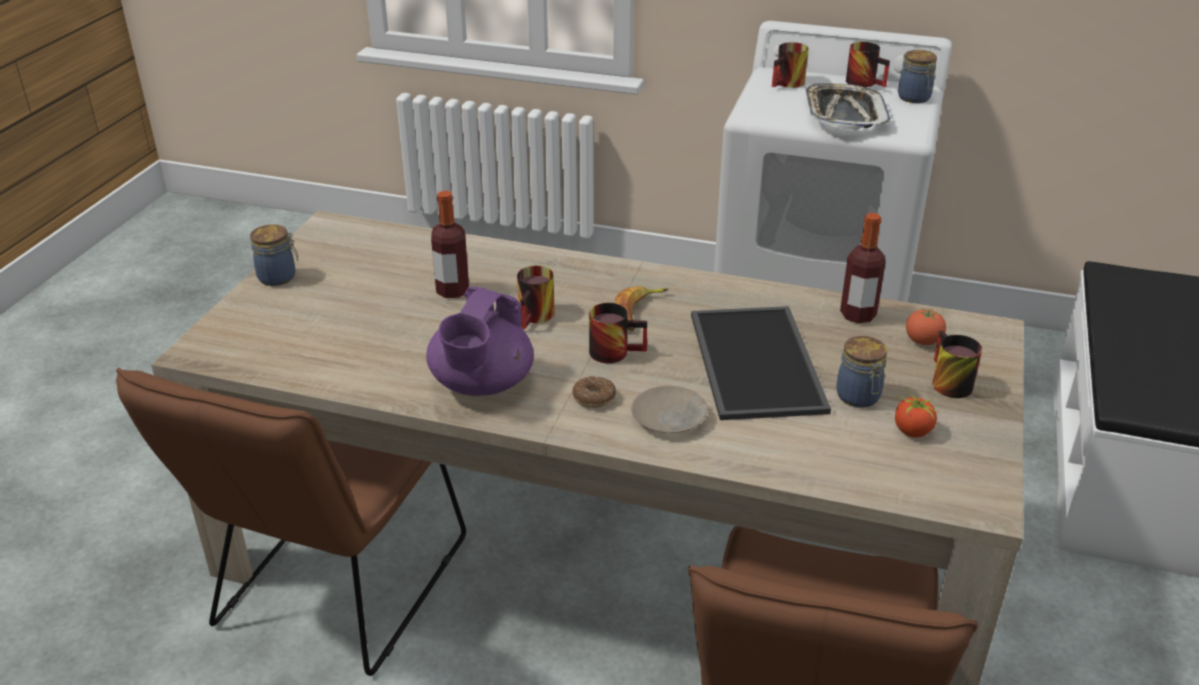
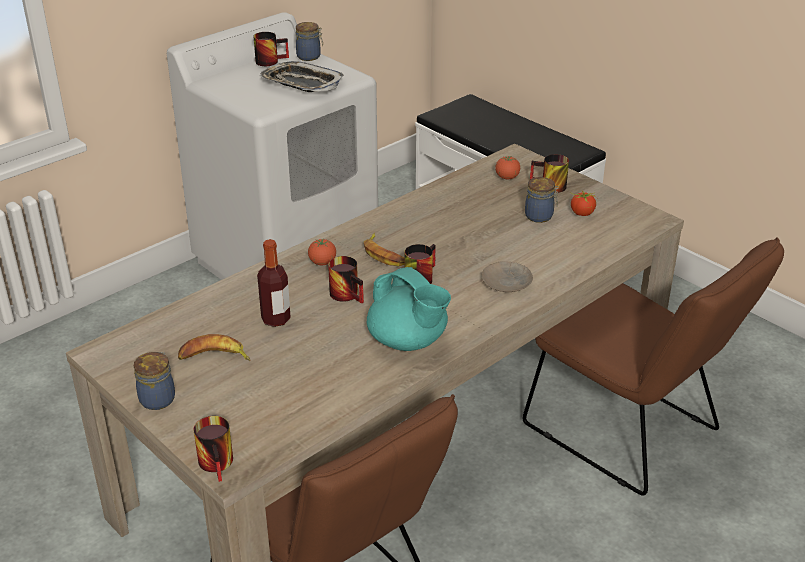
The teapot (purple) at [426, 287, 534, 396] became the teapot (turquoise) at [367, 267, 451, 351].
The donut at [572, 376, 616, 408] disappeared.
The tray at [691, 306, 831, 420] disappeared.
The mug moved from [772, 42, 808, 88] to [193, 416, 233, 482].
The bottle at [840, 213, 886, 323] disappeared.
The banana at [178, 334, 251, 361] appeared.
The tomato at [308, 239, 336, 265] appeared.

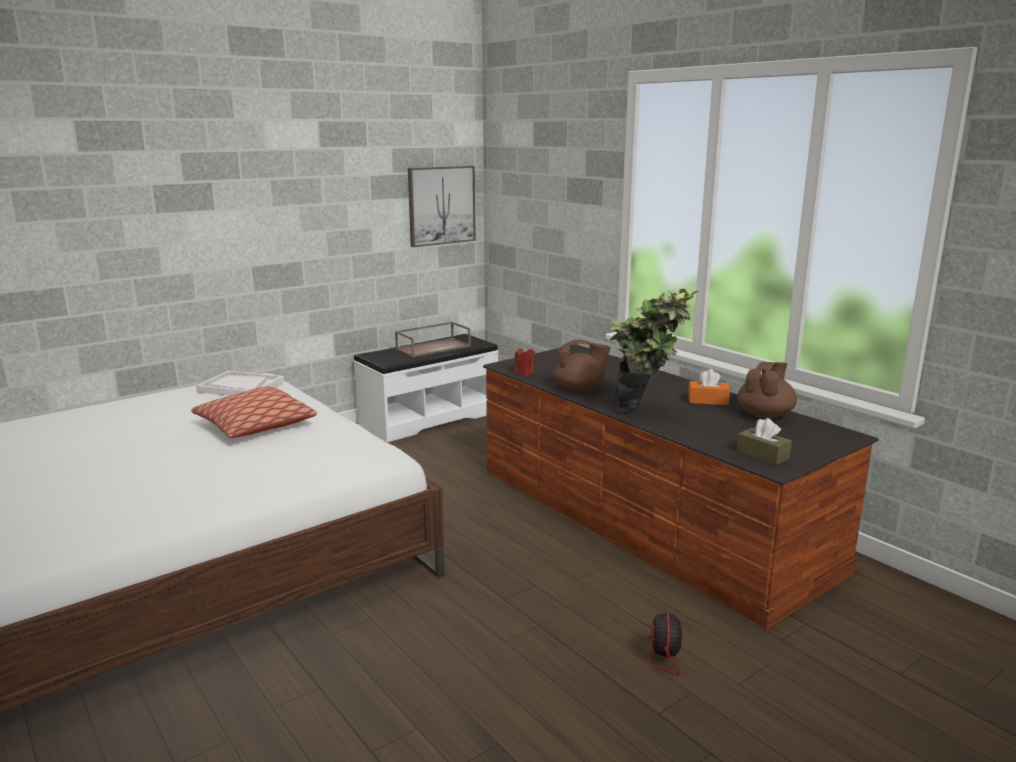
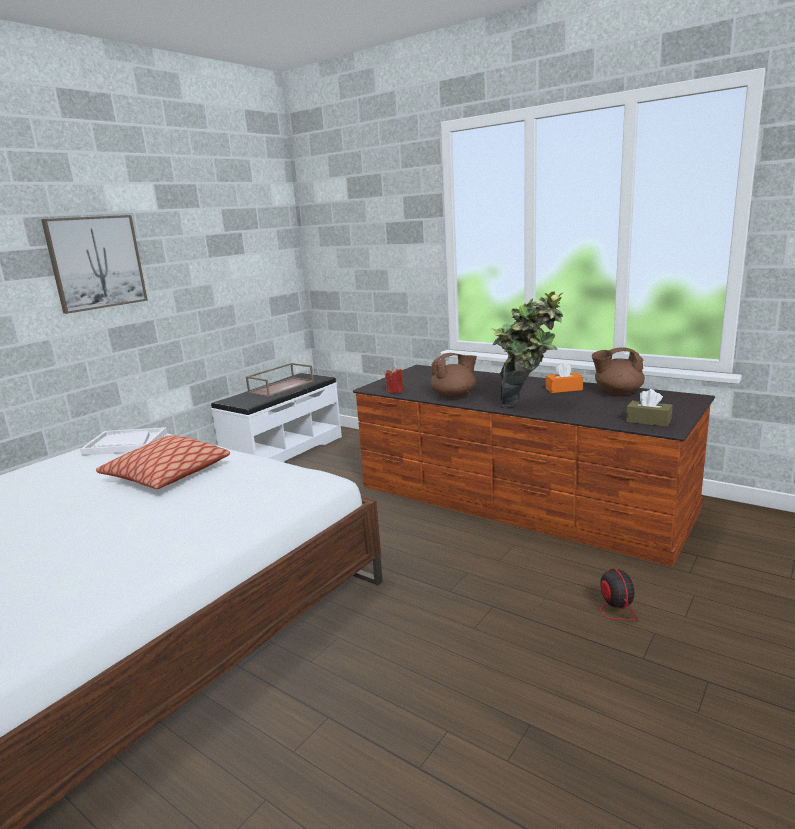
The picture moved from [408, 166, 476, 247] to [41, 215, 148, 314].
The teapot (brown) at [737, 362, 797, 419] turned 105 degrees counterclockwise.

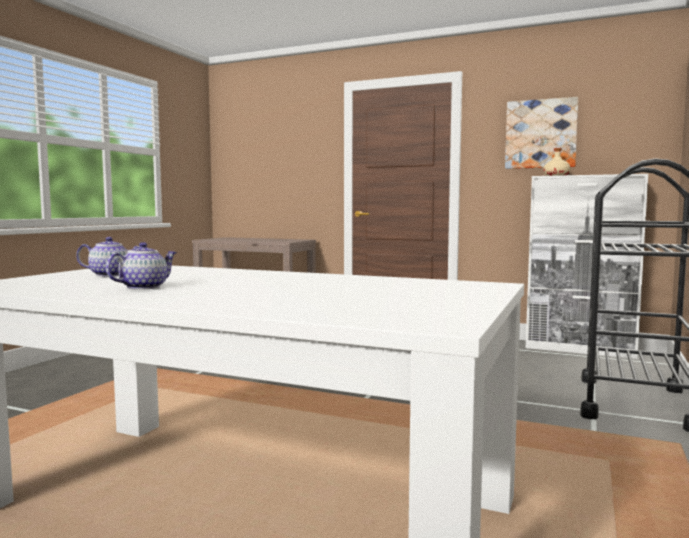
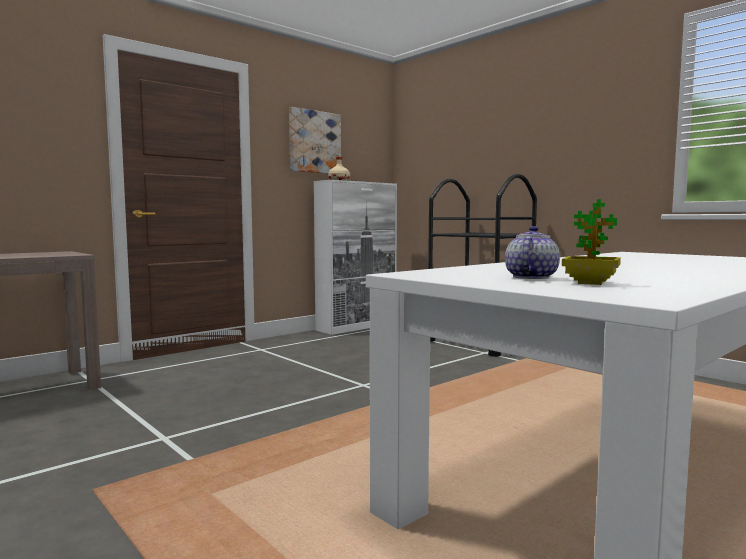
The teapot at [106, 242, 177, 290] disappeared.
The potted plant at [562, 199, 621, 285] appeared.

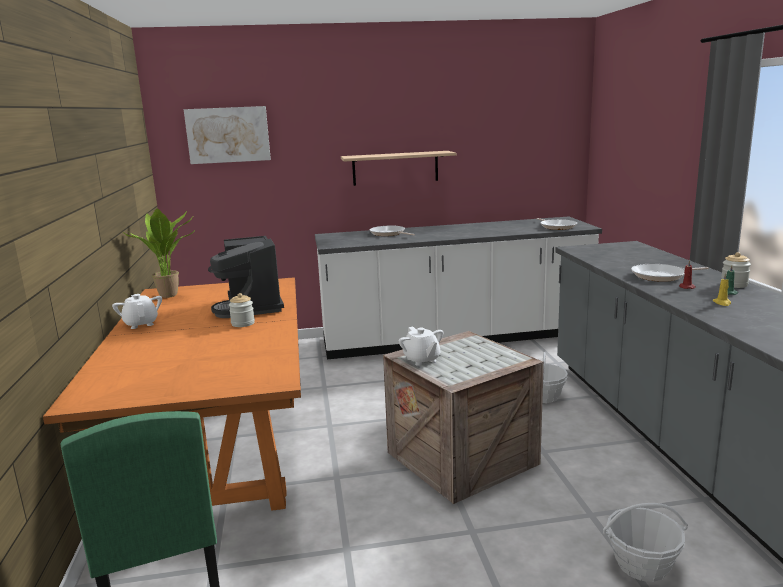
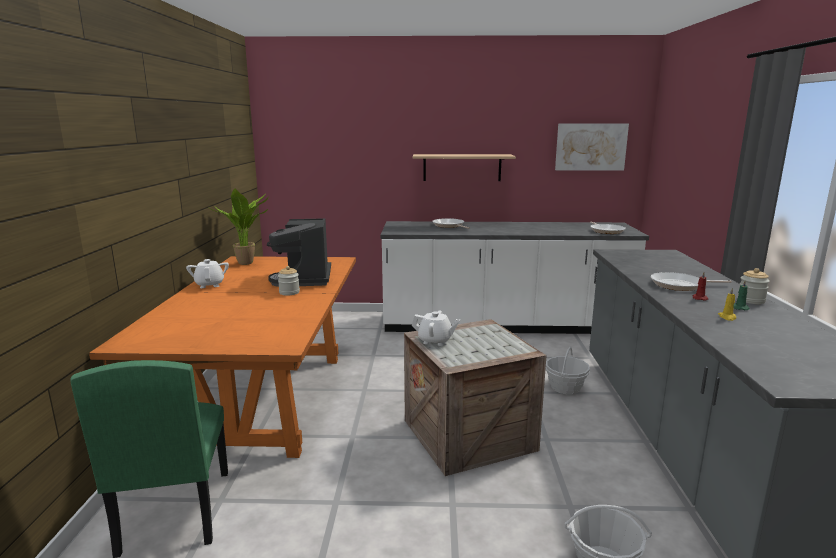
The picture moved from [184, 106, 271, 164] to [555, 123, 629, 171].
The teapot (white) at [399, 327, 443, 366] turned 60 degrees counterclockwise.

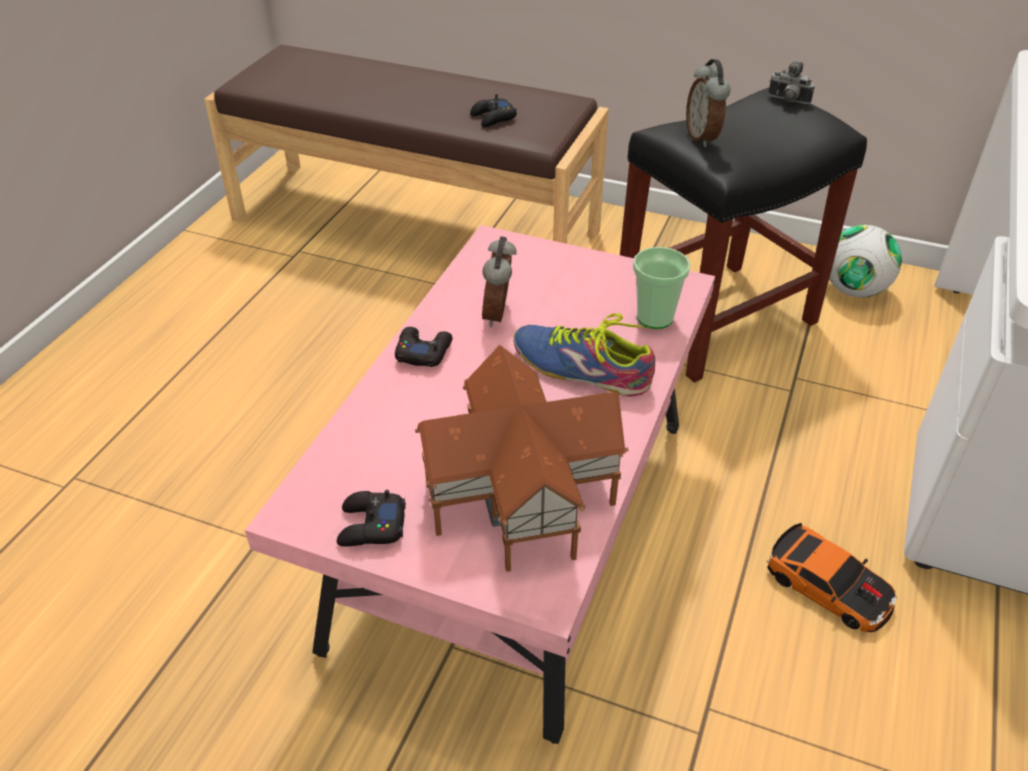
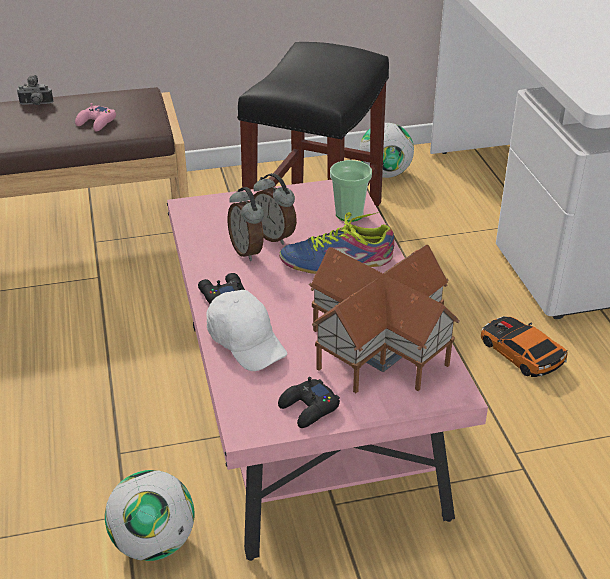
The game controller (black) at [470, 94, 517, 127] became the game controller (pink) at [75, 103, 116, 131].
The alarm clock moved from [686, 59, 731, 147] to [253, 173, 297, 245].
The toy car at [766, 523, 897, 632] turned 135 degrees counterclockwise.
The photo camera moved from [768, 62, 815, 104] to [17, 75, 53, 105].
The football at [105, 470, 194, 561] appeared.
The cap (white) at [206, 290, 287, 371] appeared.

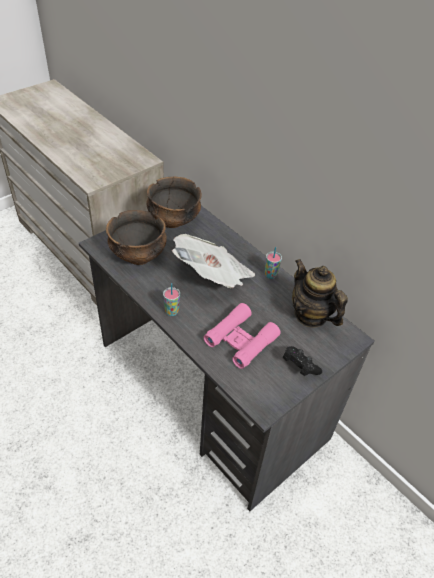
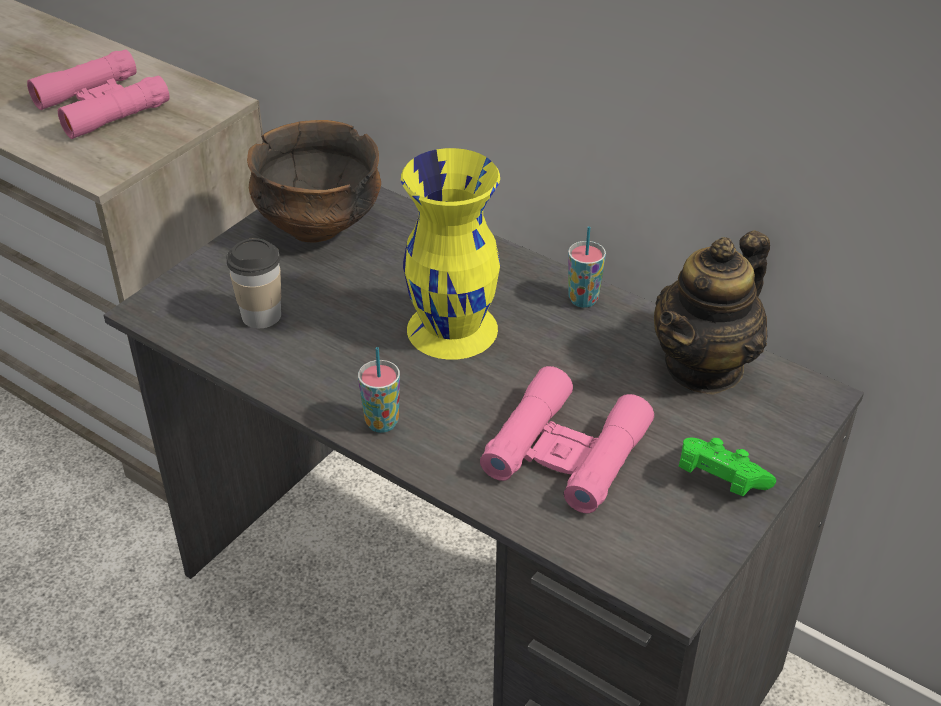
The bowl at [106, 210, 167, 265] was replaced by the cup at [226, 238, 281, 328].
The newspaper at [172, 234, 255, 288] was replaced by the vase (yellow) at [401, 148, 500, 360].
The game controller (black) at [283, 346, 322, 376] became the game controller (green) at [679, 438, 776, 496].
The teapot at [292, 259, 348, 328] turned 90 degrees counterclockwise.
The binoculars (pink) at [27, 49, 170, 139] appeared.

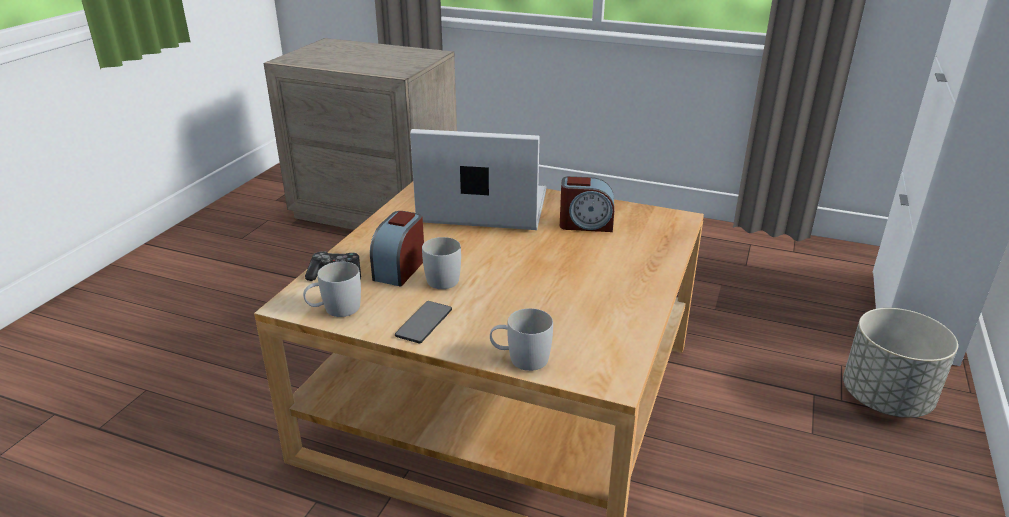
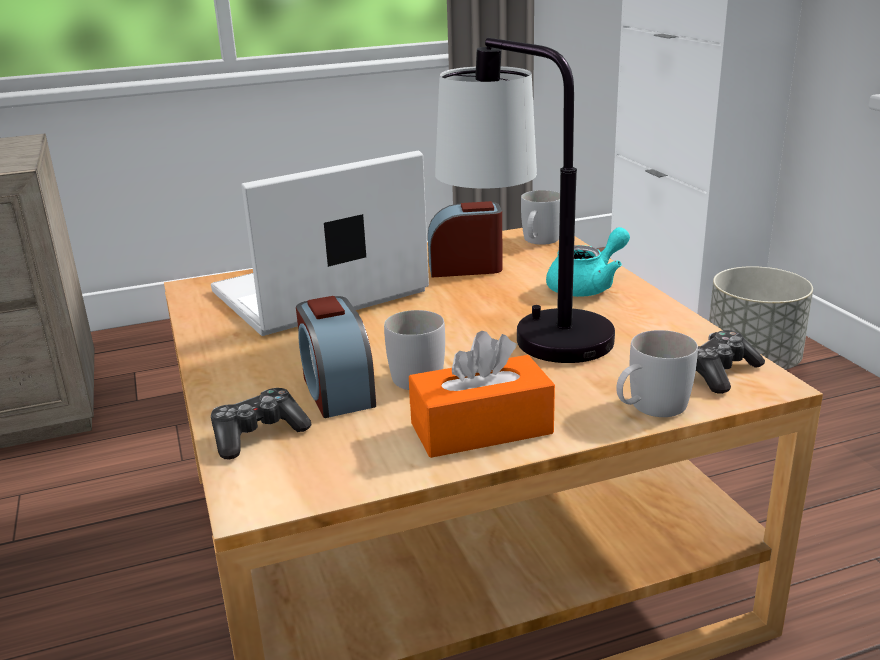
The mug (white) moved from [303, 261, 361, 317] to [521, 190, 560, 245].
The phone at [395, 301, 452, 344] was replaced by the tissue box (orange) at [409, 331, 555, 458].
The alarm clock at [560, 176, 614, 232] turned 150 degrees counterclockwise.
The table lamp at [435, 38, 615, 363] appeared.
The teapot (turquoise) at [546, 227, 630, 297] appeared.
The game controller at [696, 330, 765, 394] appeared.

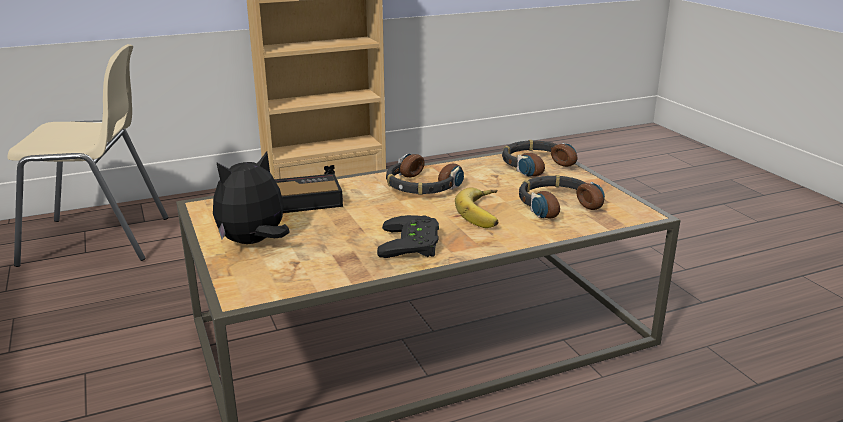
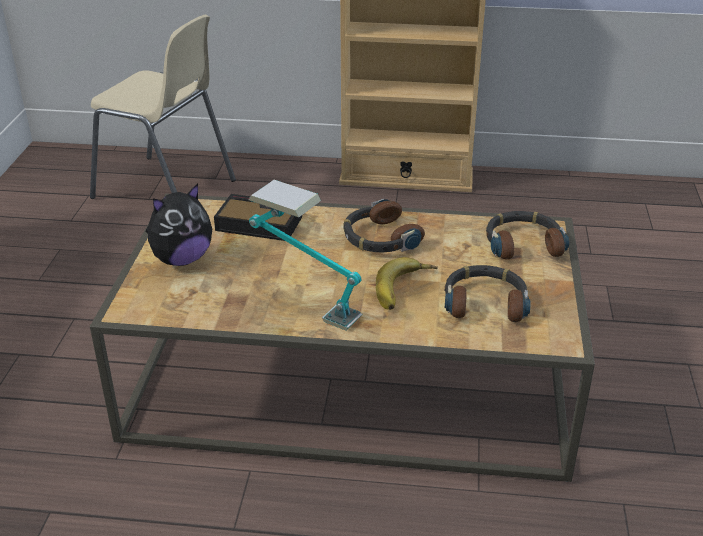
The plush toy at [213, 151, 290, 244] turned 150 degrees clockwise.
The game controller (black) at [377, 215, 439, 258] was replaced by the table lamp at [249, 180, 362, 331].

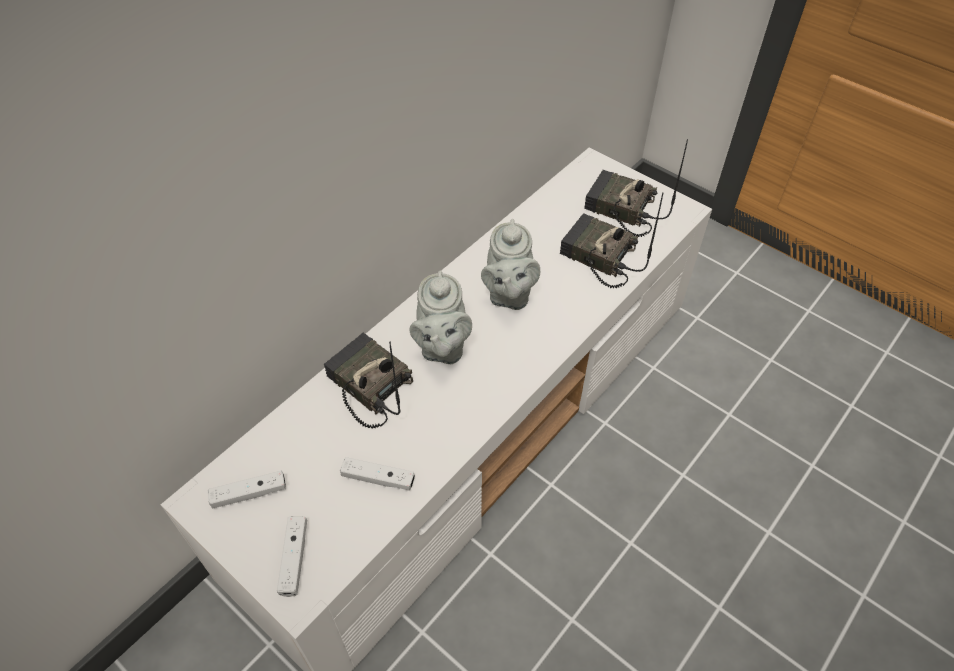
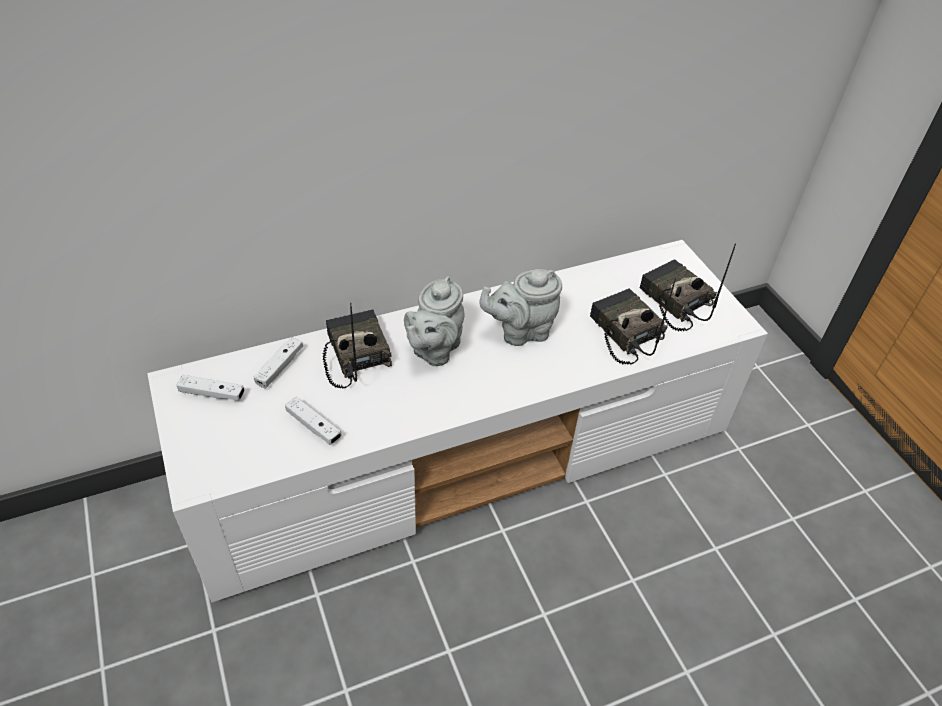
The game controller (white) moved from [277, 516, 307, 597] to [253, 337, 303, 389].
The teapot (grey) at [481, 219, 540, 310] turned 45 degrees clockwise.

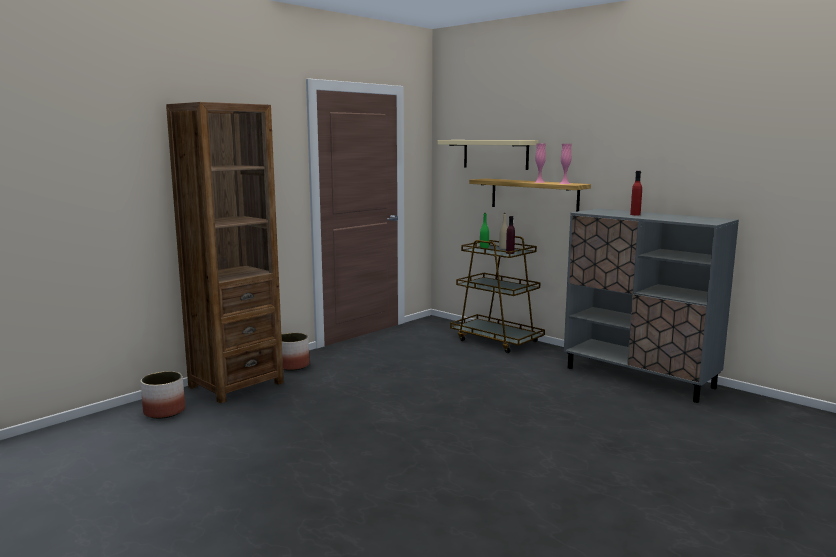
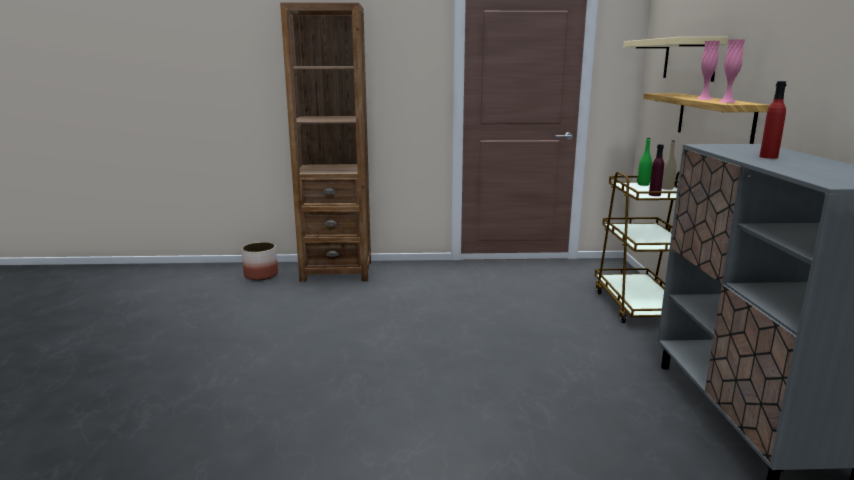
The planter at [281, 333, 310, 371] disappeared.

